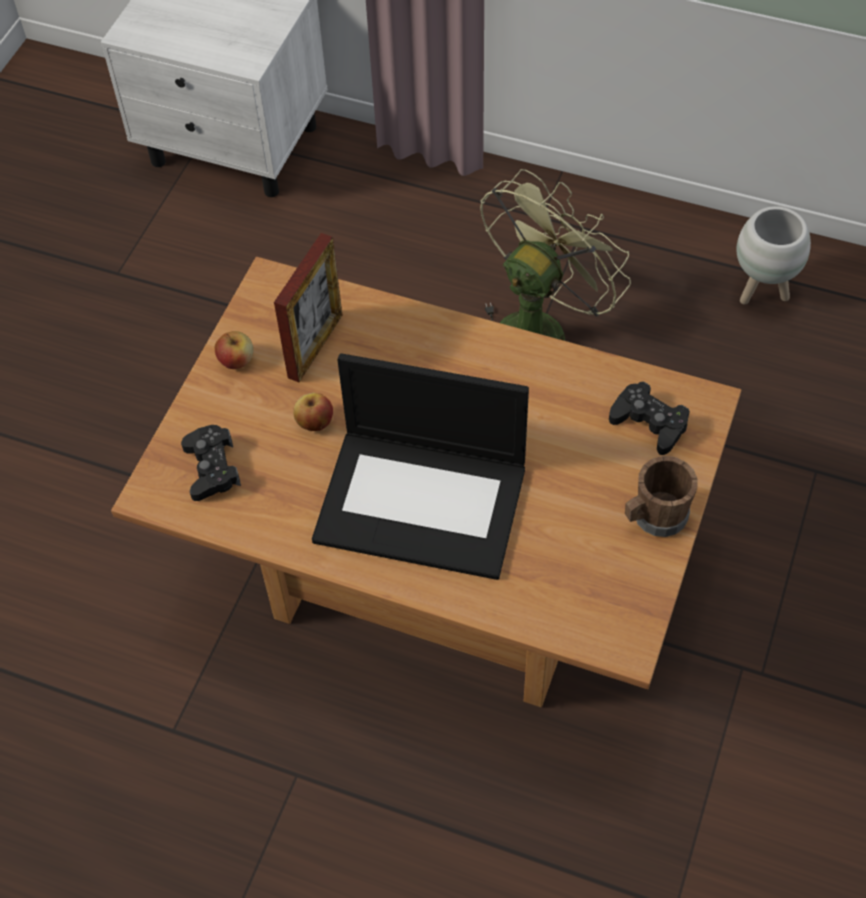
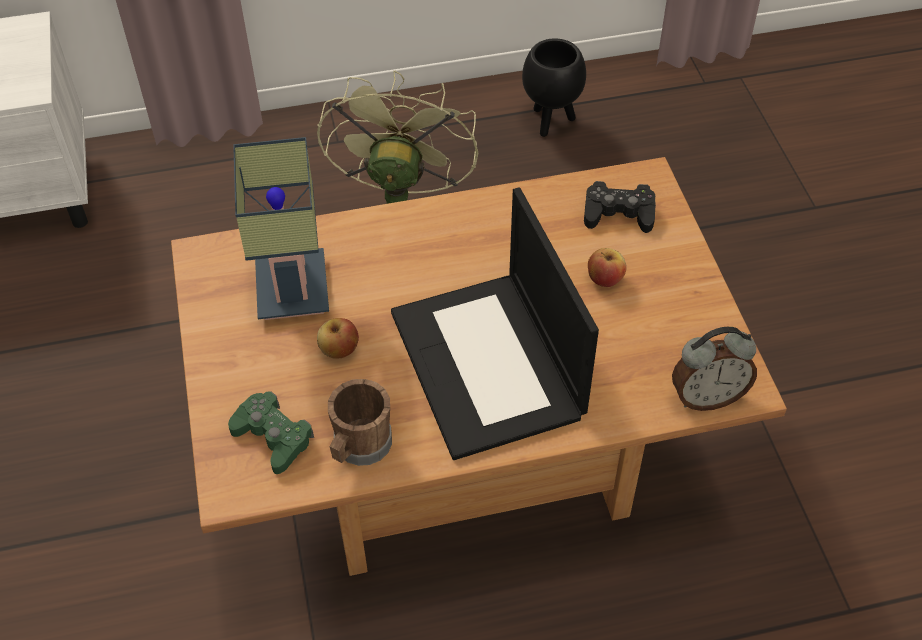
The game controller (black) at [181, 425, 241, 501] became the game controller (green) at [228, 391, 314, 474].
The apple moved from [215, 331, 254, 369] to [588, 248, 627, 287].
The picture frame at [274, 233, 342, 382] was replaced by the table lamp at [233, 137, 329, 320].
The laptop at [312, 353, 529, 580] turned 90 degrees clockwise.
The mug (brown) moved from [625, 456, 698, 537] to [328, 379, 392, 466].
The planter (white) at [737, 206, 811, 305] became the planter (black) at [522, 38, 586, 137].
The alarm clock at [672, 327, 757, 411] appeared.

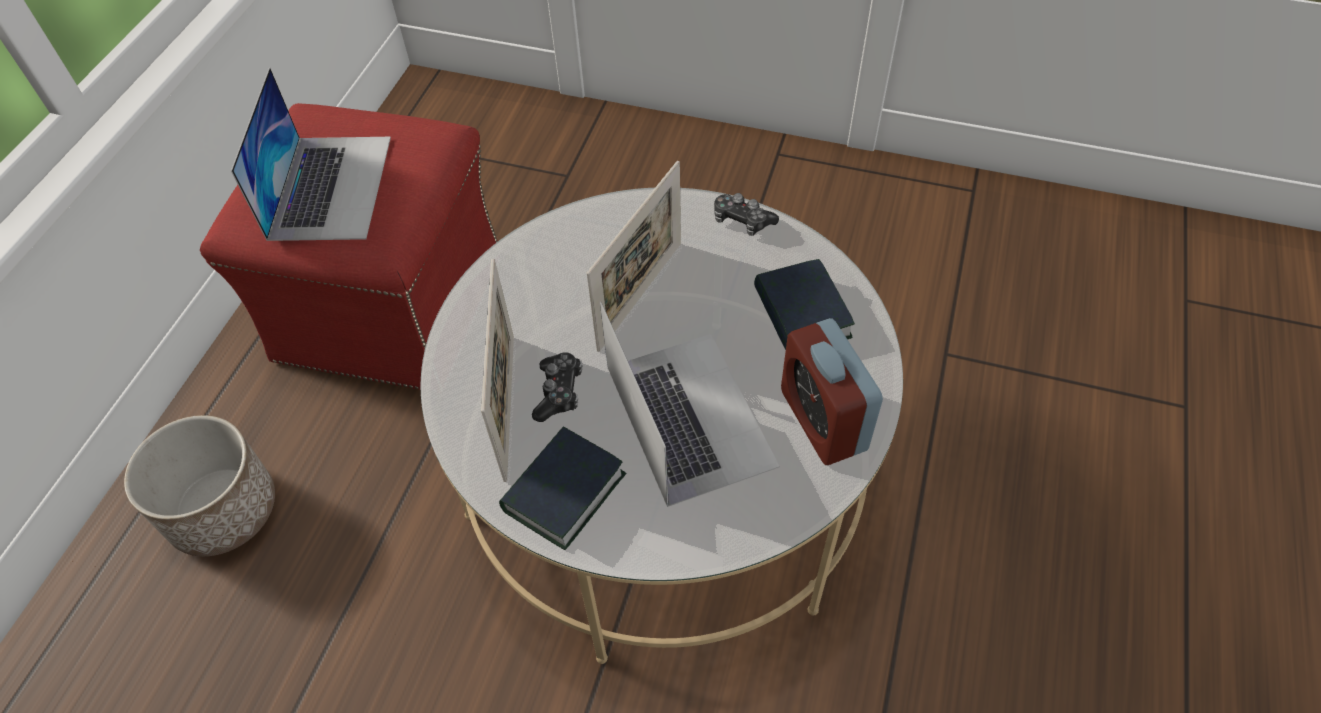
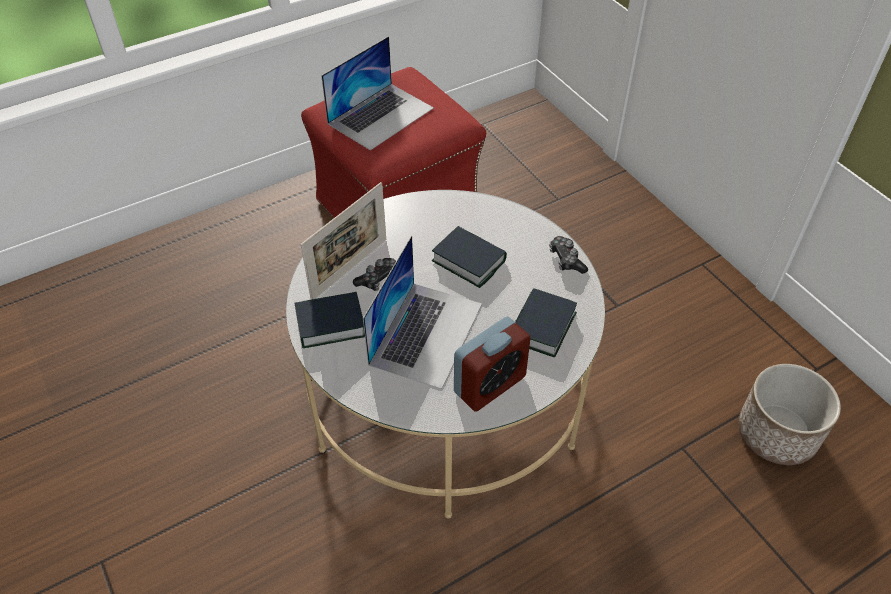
The planter moved from [124, 415, 275, 556] to [738, 364, 841, 465].
The picture frame at [587, 161, 681, 352] was replaced by the book at [432, 226, 507, 288].
The alarm clock at [781, 318, 883, 465] turned 150 degrees counterclockwise.

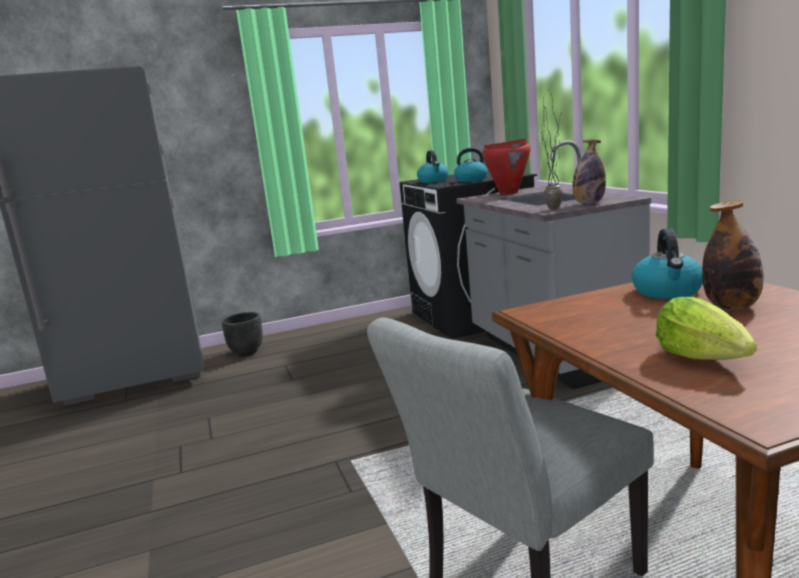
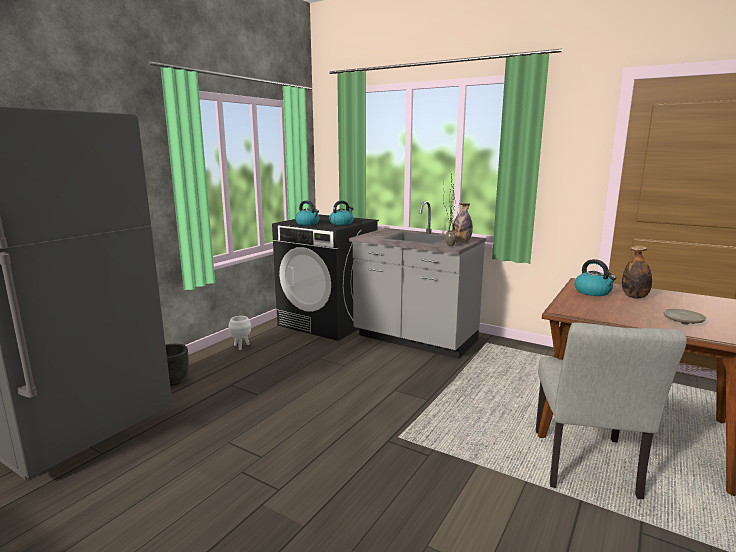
The cooking pot (red) at [482, 139, 531, 194] disappeared.
The lettuce at [656, 297, 757, 360] was replaced by the plate (beige) at [663, 309, 706, 325].
The planter (white) at [229, 316, 251, 350] appeared.

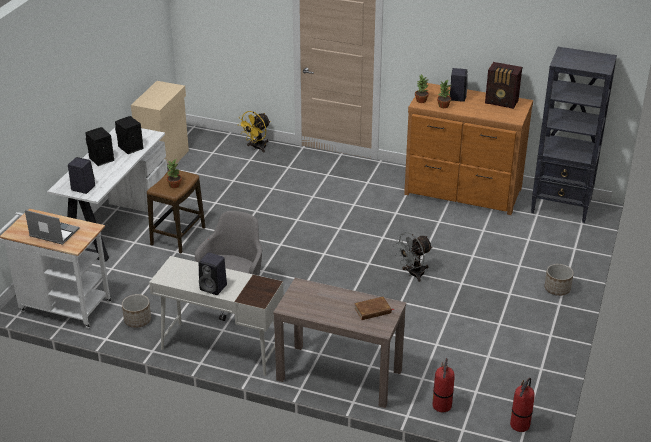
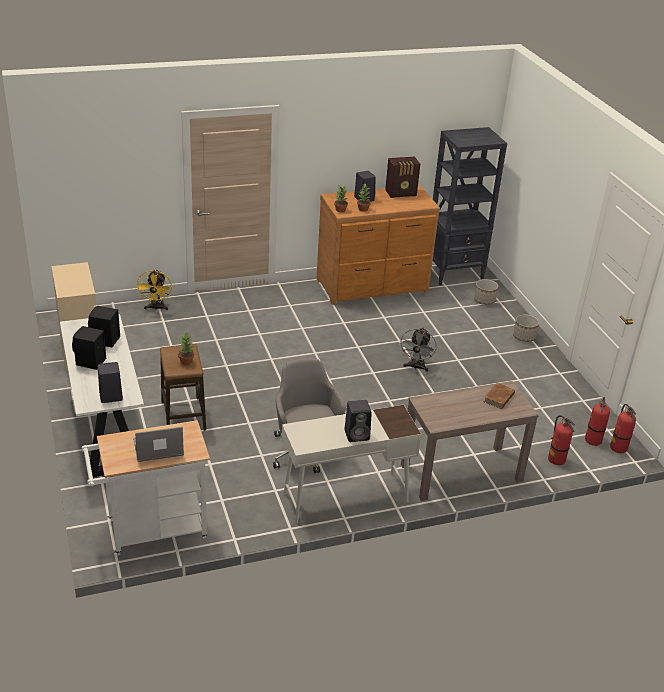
The planter moved from [122, 294, 151, 328] to [474, 279, 498, 305].
The fire extinguisher at [585, 397, 610, 446] appeared.

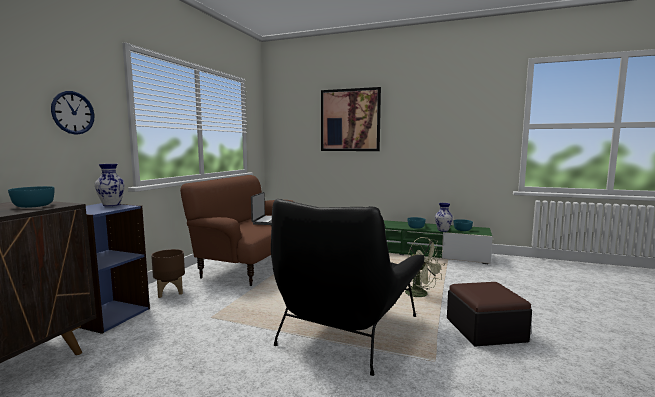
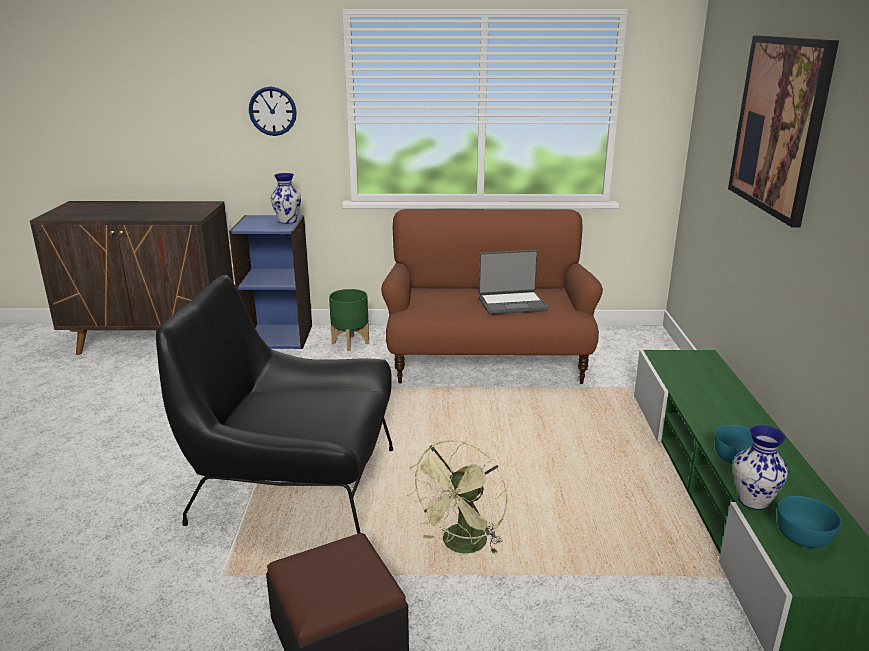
The bowl (turquoise) at [8, 186, 55, 208] disappeared.
The planter (brown) at [151, 249, 185, 298] became the planter (green) at [329, 289, 369, 351].

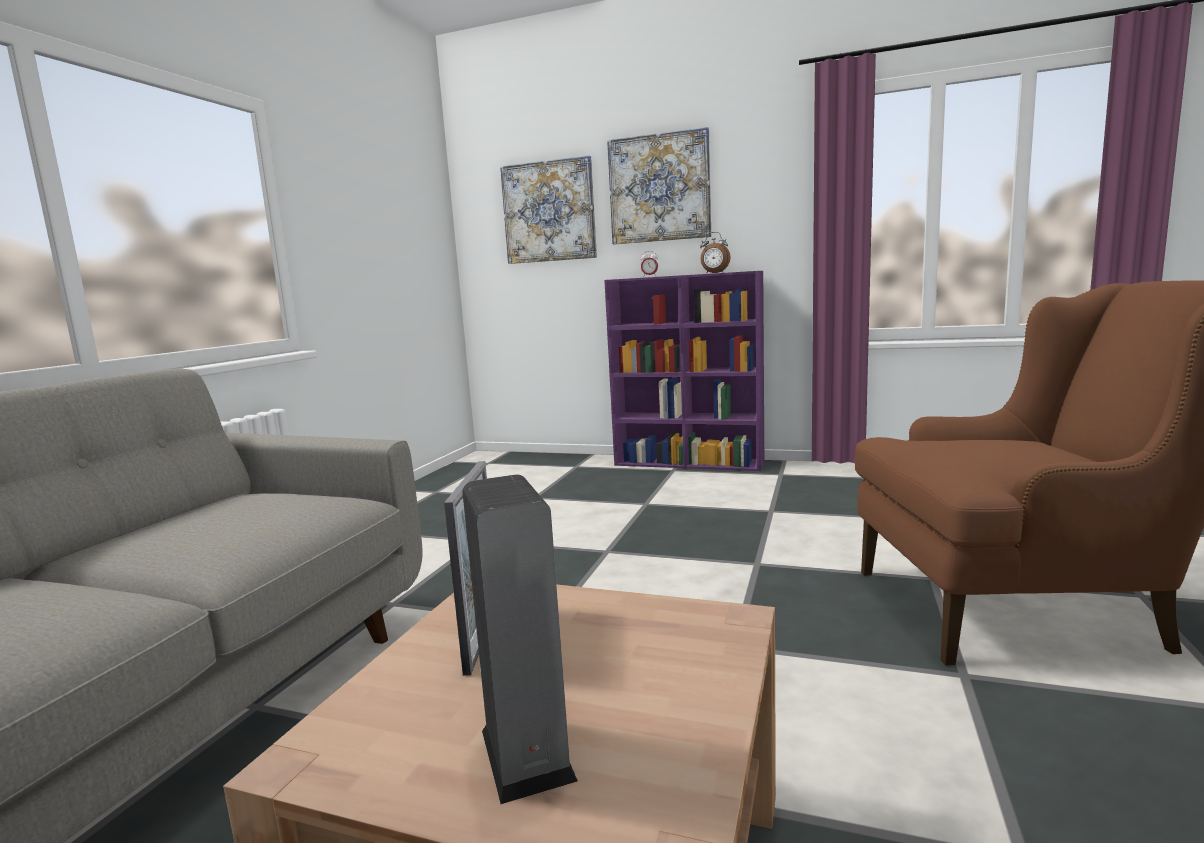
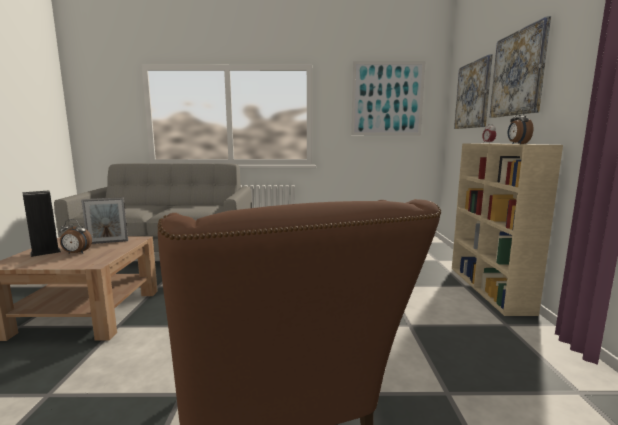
The bookcase (purple) at [604, 271, 764, 471] became the bookcase (beige) at [452, 143, 563, 316].
The alarm clock at [59, 219, 92, 254] appeared.
The picture at [351, 61, 425, 135] appeared.

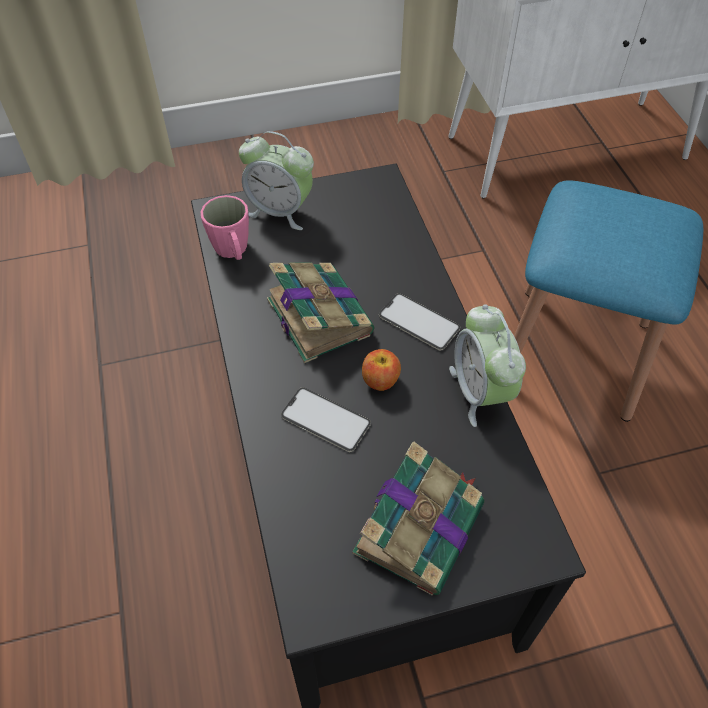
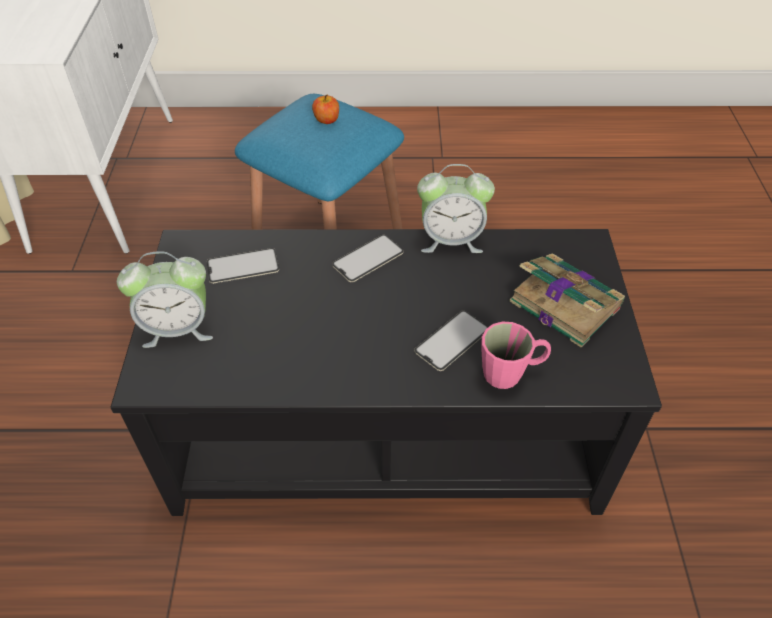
The mug (pink) moved from [200, 195, 249, 260] to [481, 322, 551, 389].
The alarm clock at [239, 131, 314, 230] turned 45 degrees clockwise.
The book at [267, 263, 374, 363] disappeared.
The apple moved from [362, 349, 401, 391] to [312, 95, 339, 124].
The phone at [207, 248, 279, 284] appeared.

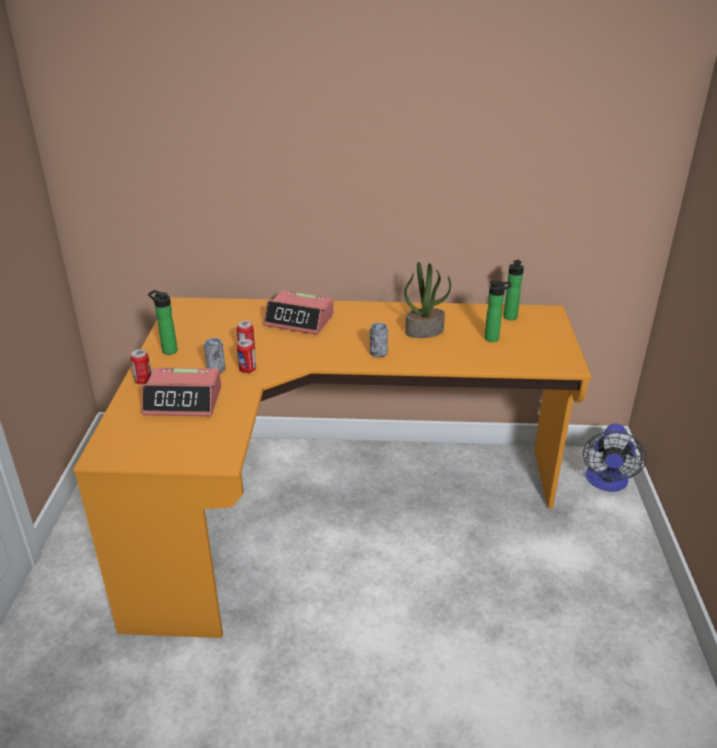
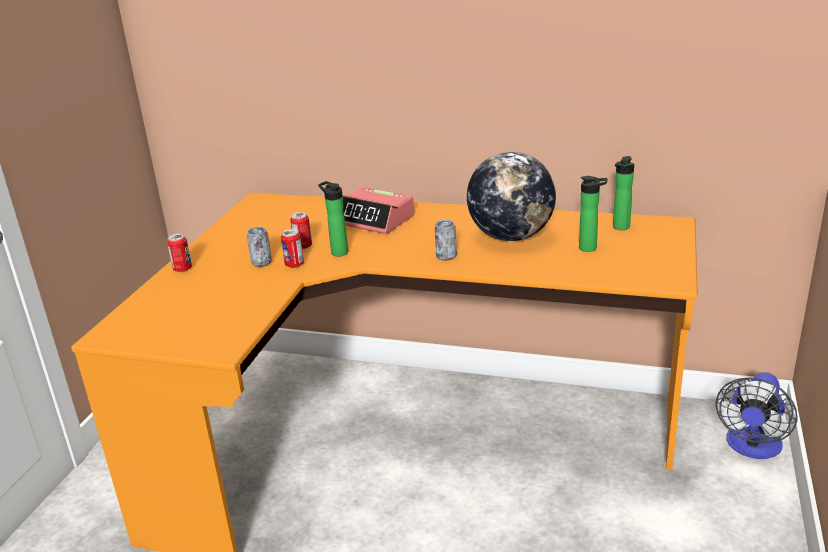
The alarm clock at [142, 368, 221, 416] disappeared.
The bottle moved from [148, 290, 178, 355] to [318, 181, 348, 257].
The potted plant at [404, 262, 451, 338] was replaced by the globe at [467, 152, 556, 241].

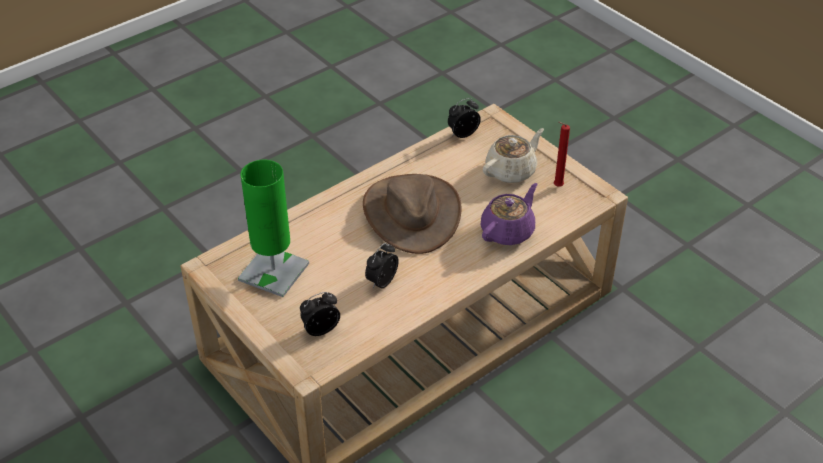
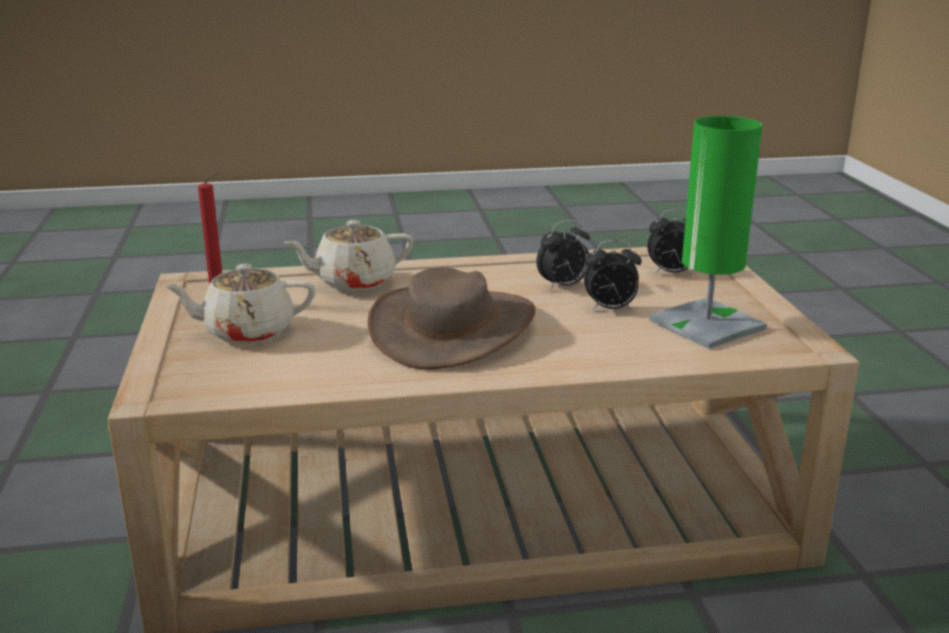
The alarm clock moved from [448, 98, 481, 138] to [584, 240, 642, 310].
The teapot (purple) at [481, 183, 538, 245] became the teapot (beige) at [284, 220, 413, 291].

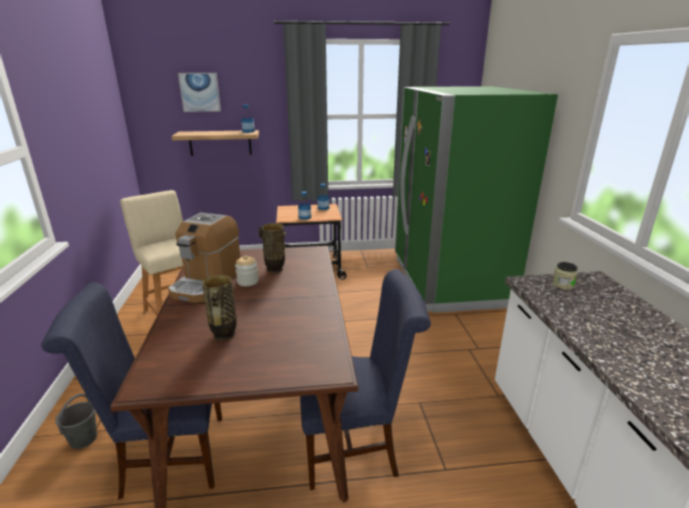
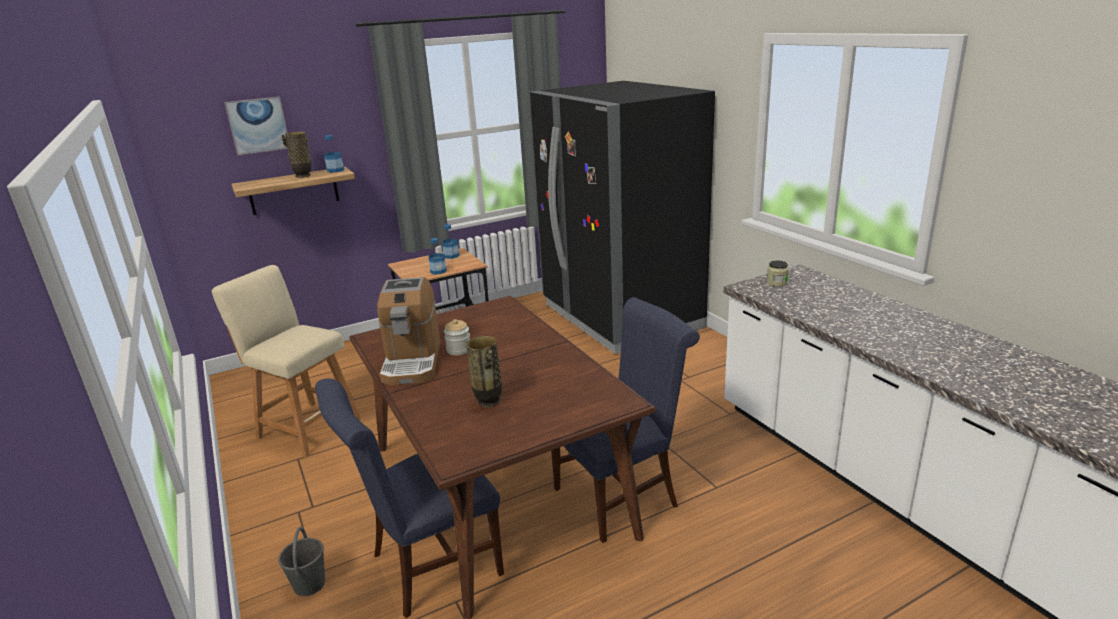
The vase moved from [258, 223, 286, 273] to [282, 132, 311, 178].
The fridge (green) at [395, 86, 558, 313] became the fridge (black) at [529, 81, 715, 354].

